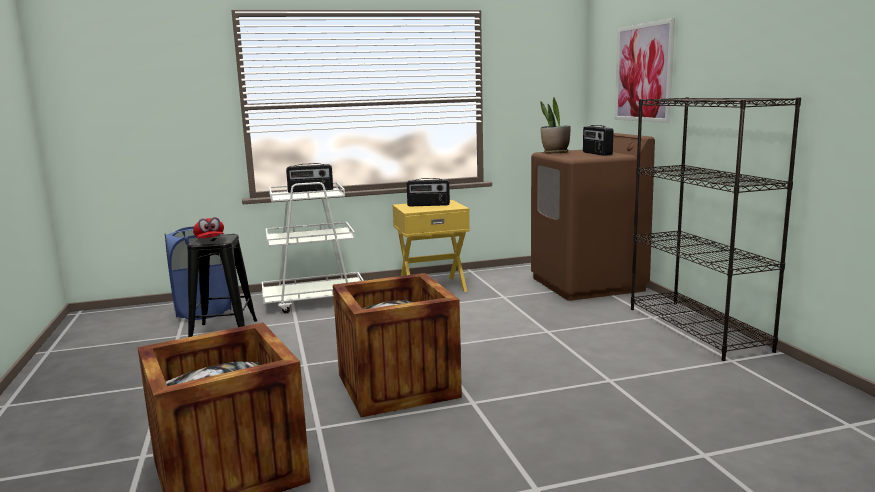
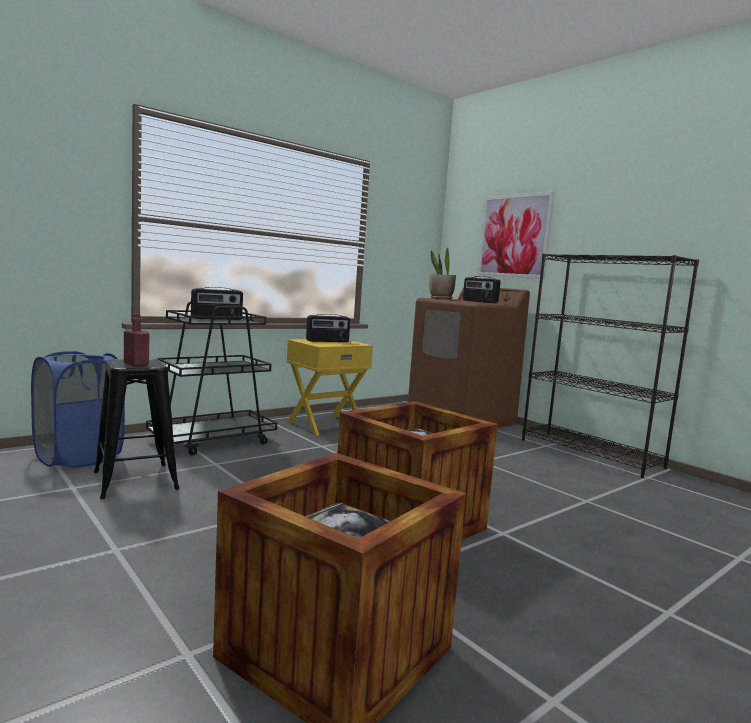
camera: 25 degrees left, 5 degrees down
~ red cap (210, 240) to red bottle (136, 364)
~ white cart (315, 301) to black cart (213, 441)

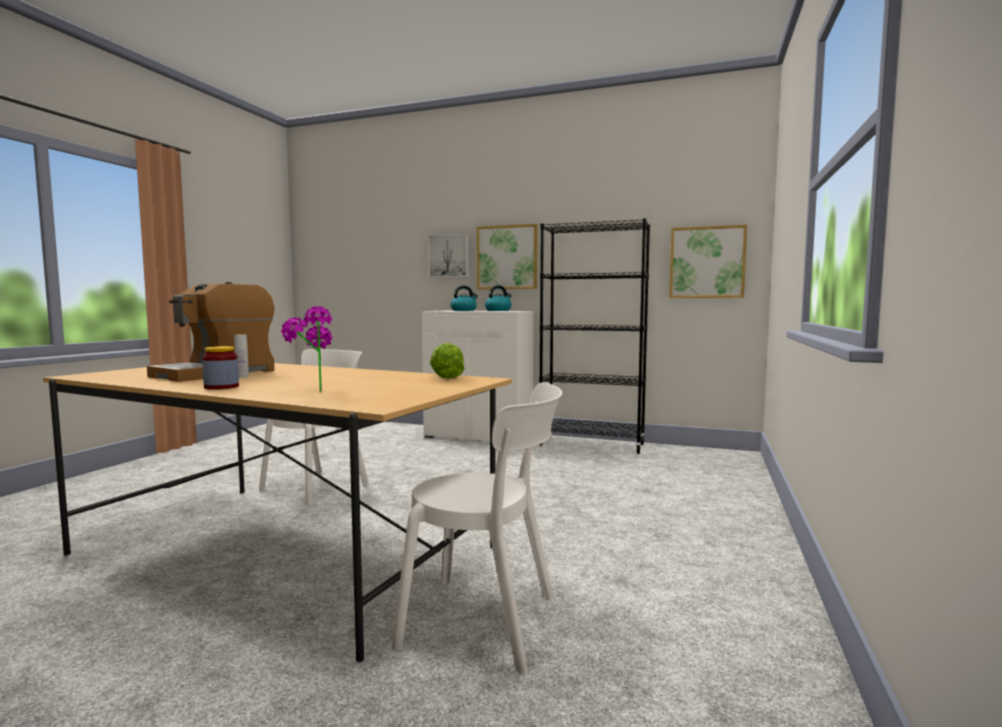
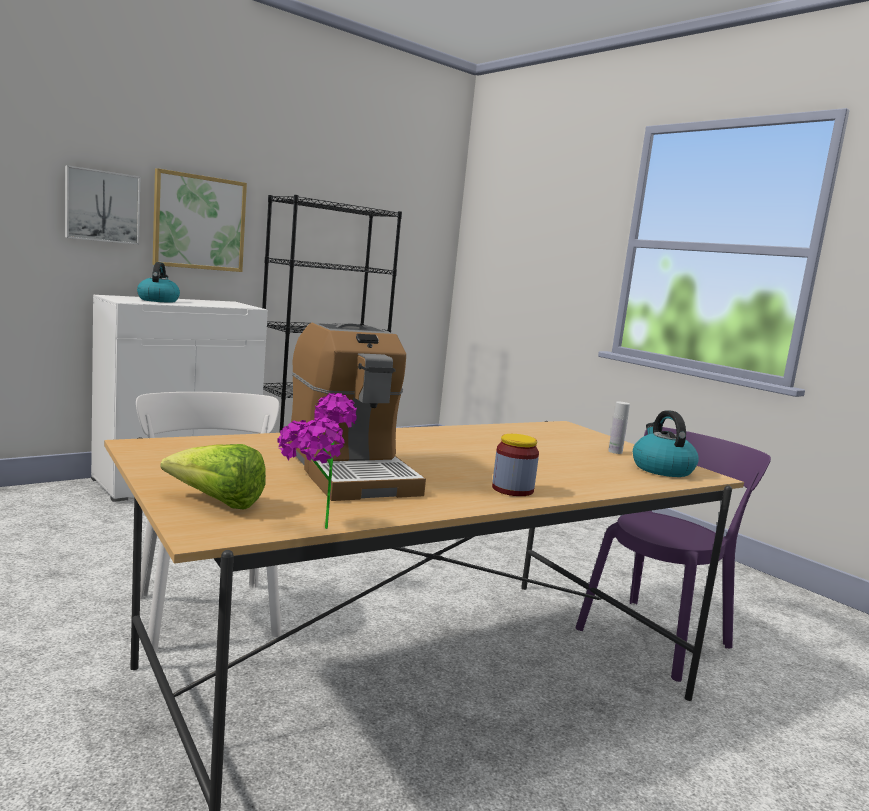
camera: 60 degrees left, 5 degrees up
~ lettuce (445, 377) to (218, 503)
~ potted plant (311, 390) to (311, 531)
~ white chair (487, 622) to purple chair (657, 635)
~ white bottle (242, 377) to (615, 452)
~ kettle (498, 310) to (661, 469)
- picture (707, 262)

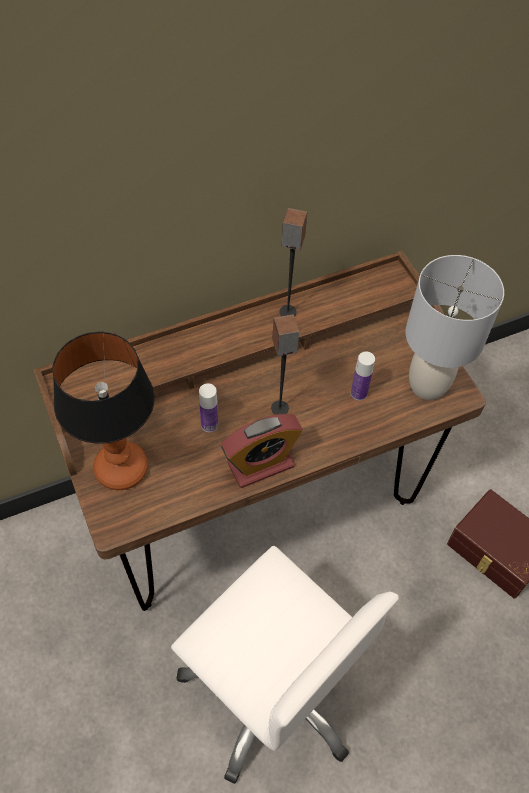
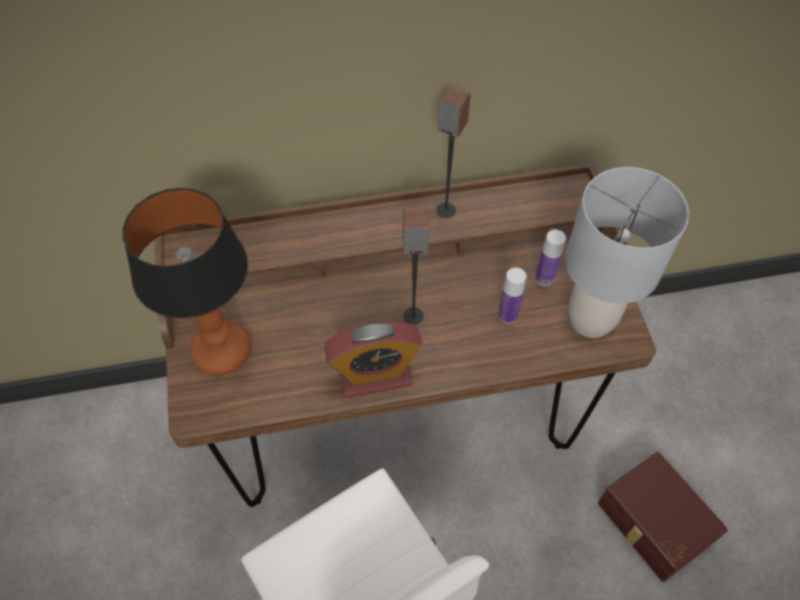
camera: 15 degrees right, 0 degrees up
~ bottle (209, 424) to (544, 278)

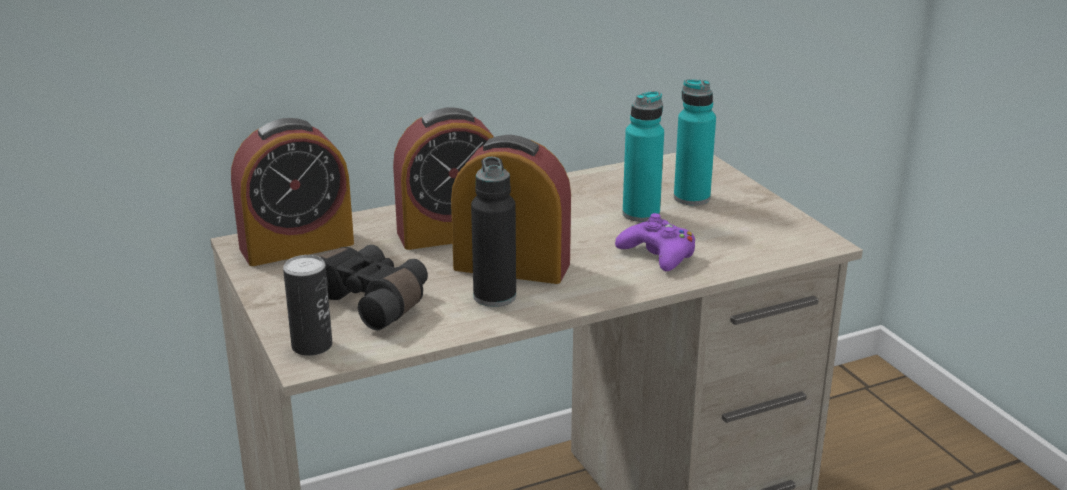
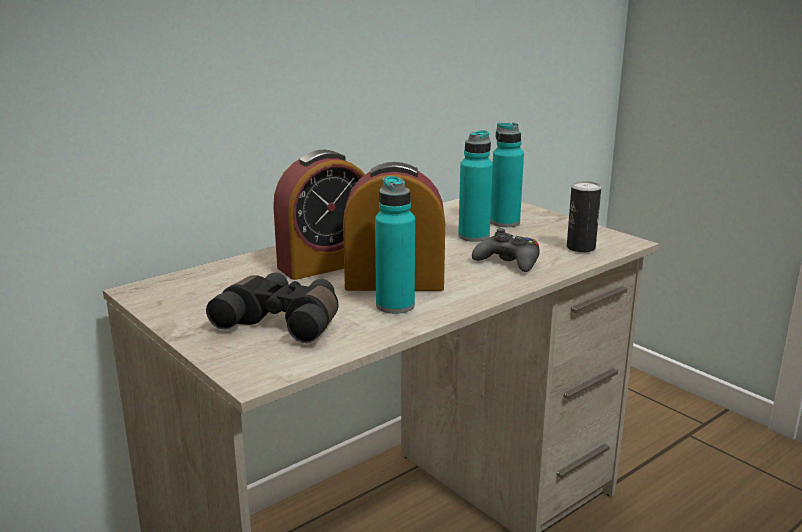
camera: 15 degrees left, 5 degrees down
~ black bottle (494, 296) to turquoise bottle (395, 306)
~ purple game controller (658, 254) to black game controller (508, 262)
~ can (312, 346) to (580, 248)
- alarm clock (297, 246)

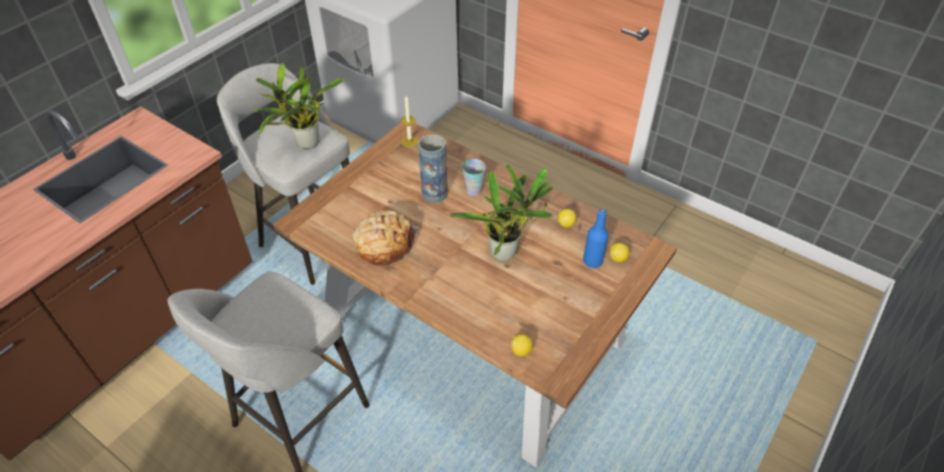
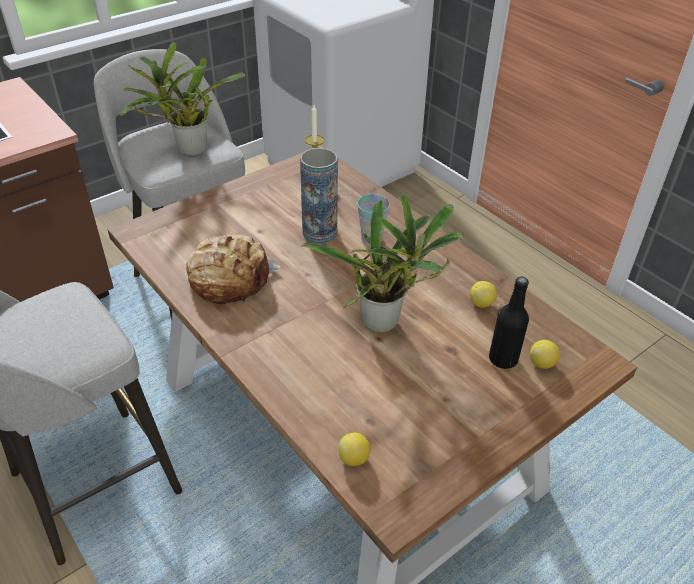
camera: 15 degrees right, 5 degrees down
~ blue bottle (592, 261) to black bottle (503, 359)

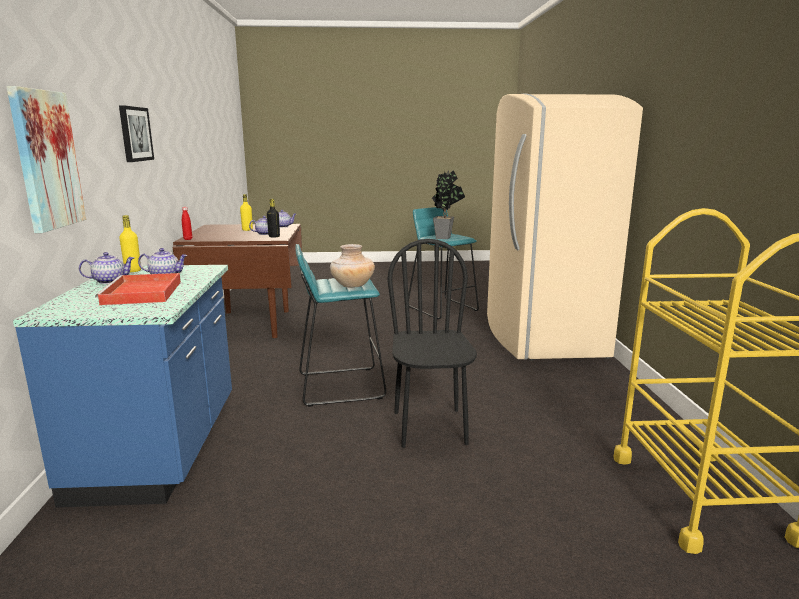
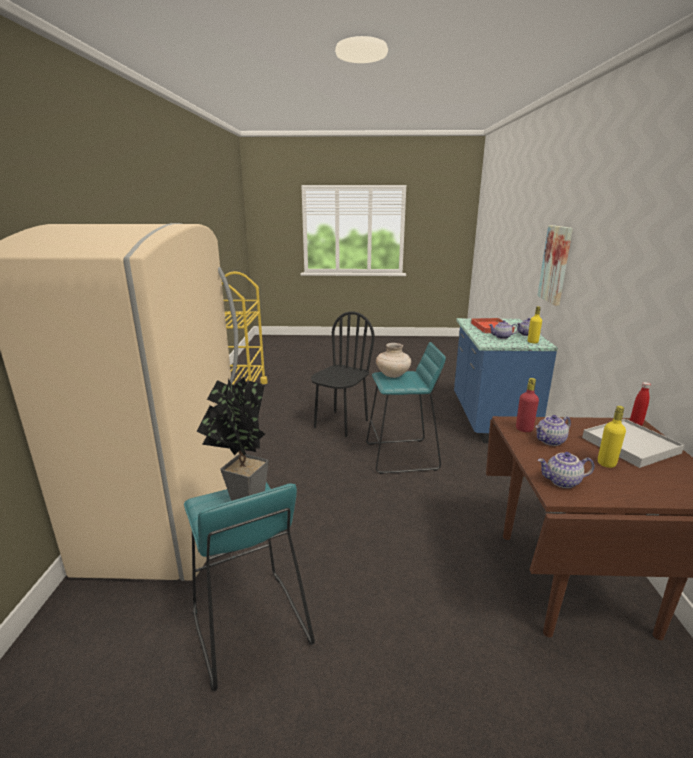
camera: 175 degrees left, 5 degrees up
~ black chair (430, 427) = (340, 424) 150 degrees counterclockwise
~ black bottle (274, 236) to red bottle (524, 429)
+ white tray (630, 445)
- picture (135, 134)

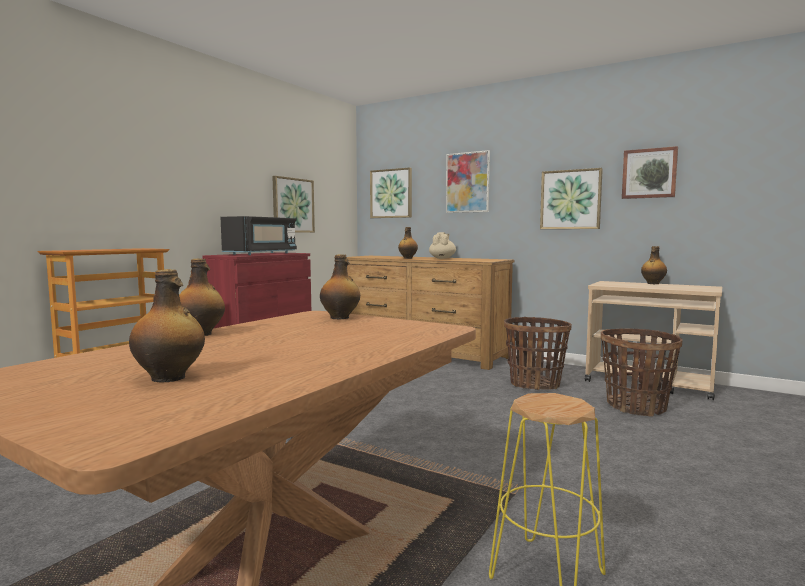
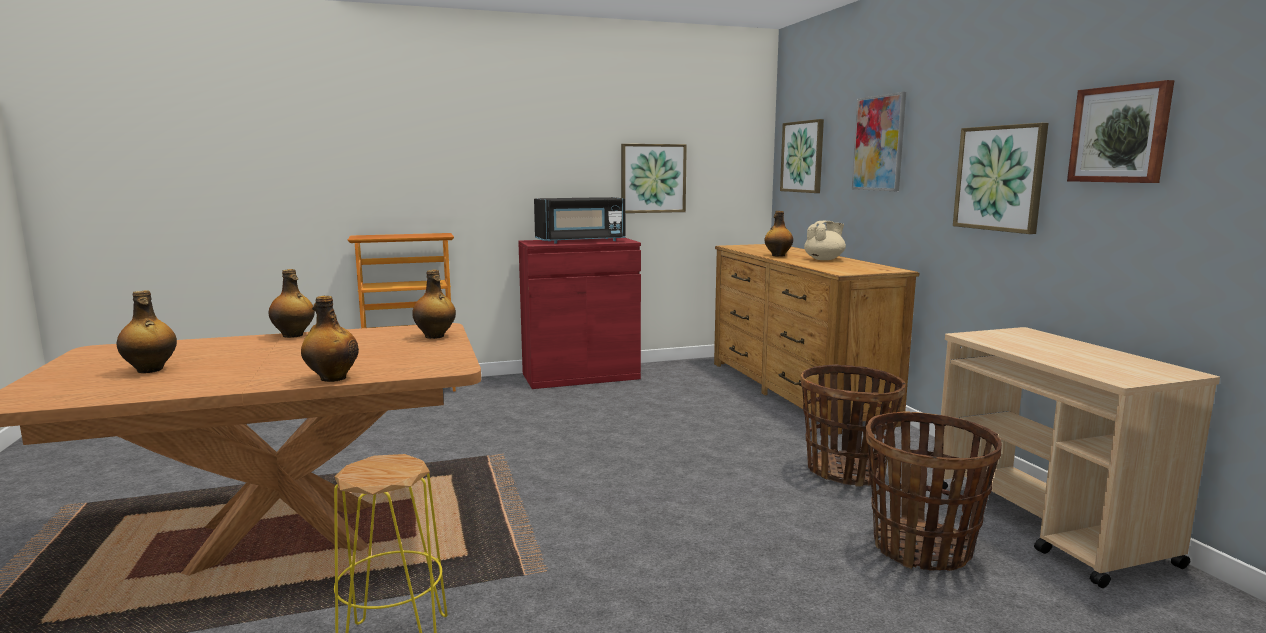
camera: 40 degrees right, 5 degrees up
~ bottle (652, 283) to (332, 378)

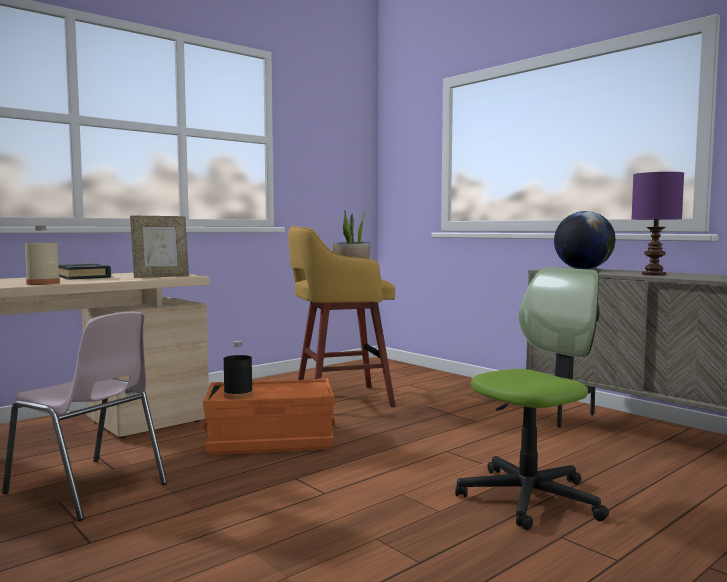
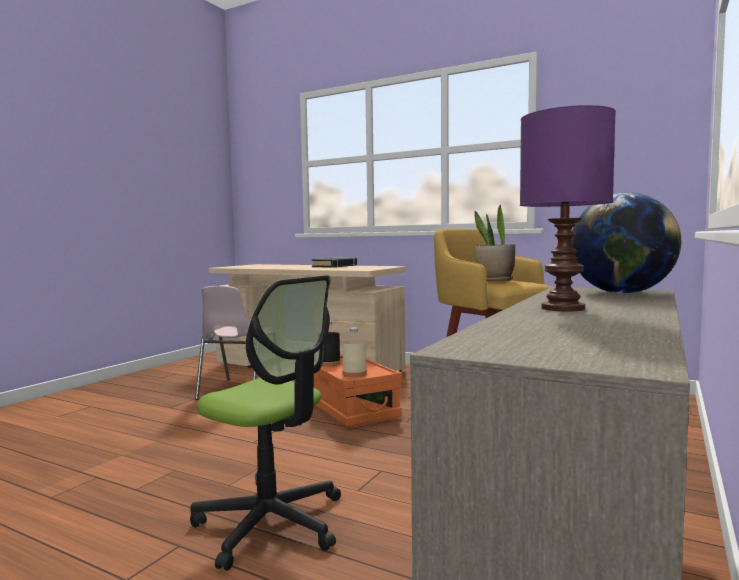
camera: 70 degrees right, 0 degrees up
~ beige bottle (43, 283) to (354, 374)
- picture frame (161, 276)

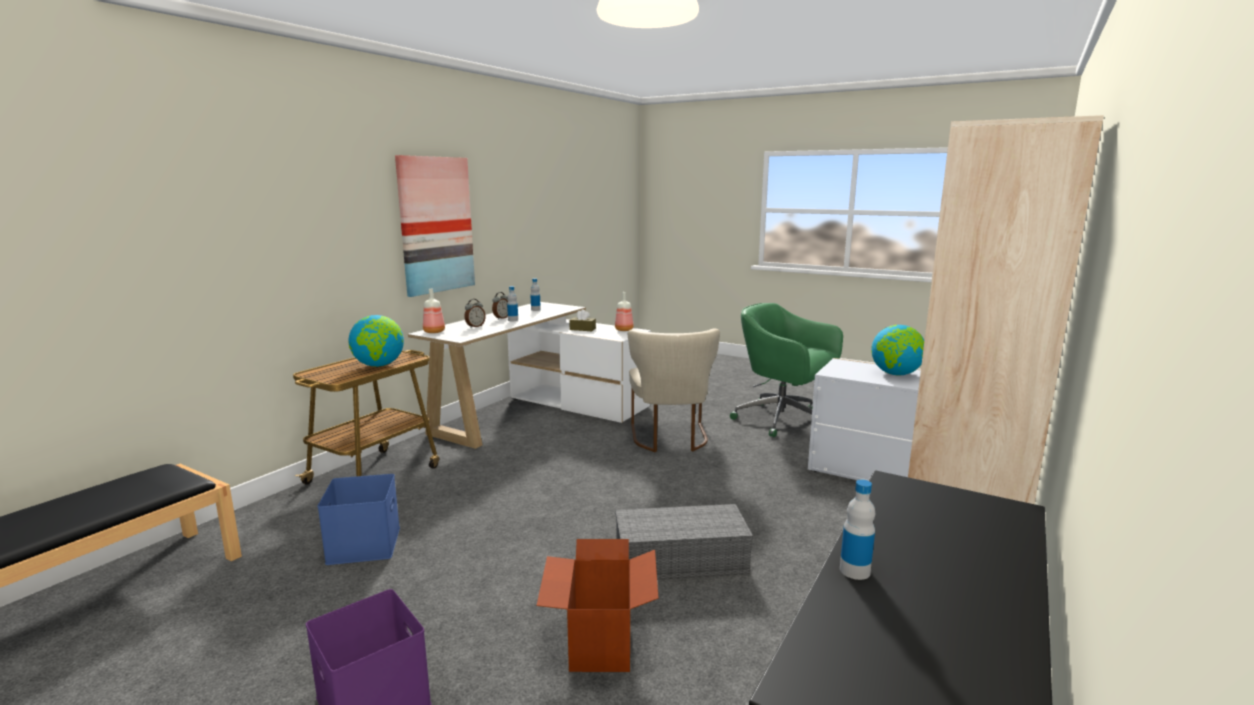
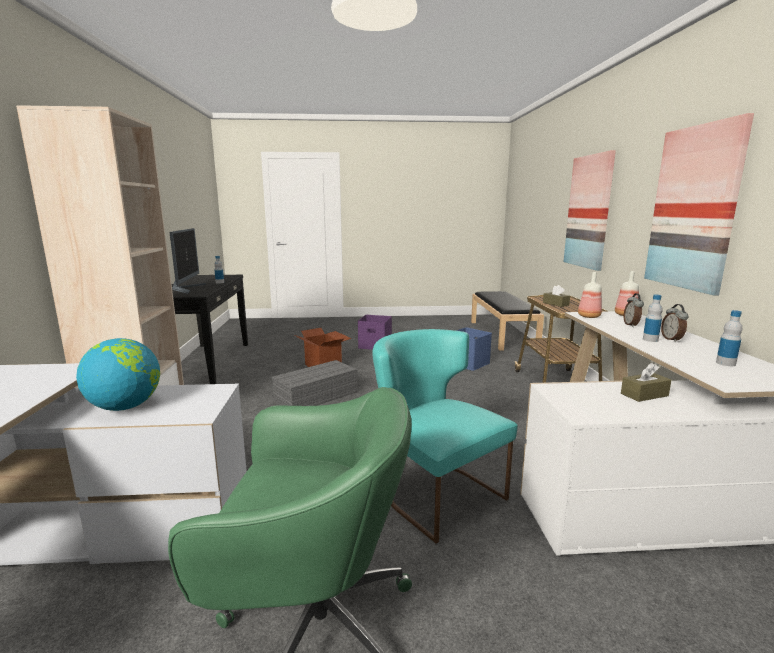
camera: 145 degrees right, 0 degrees up
+ monitor (186, 289)
~ beige chair (670, 439) to turquoise chair (434, 492)
~ globe (379, 365) to brown tissue box (555, 304)
+ picture (589, 212)
~ bottle (624, 330) to (588, 316)

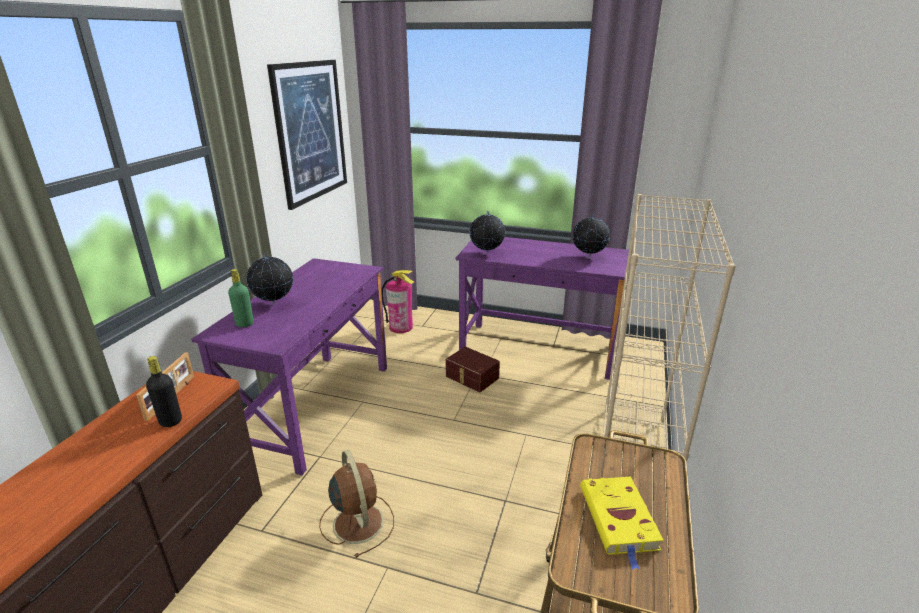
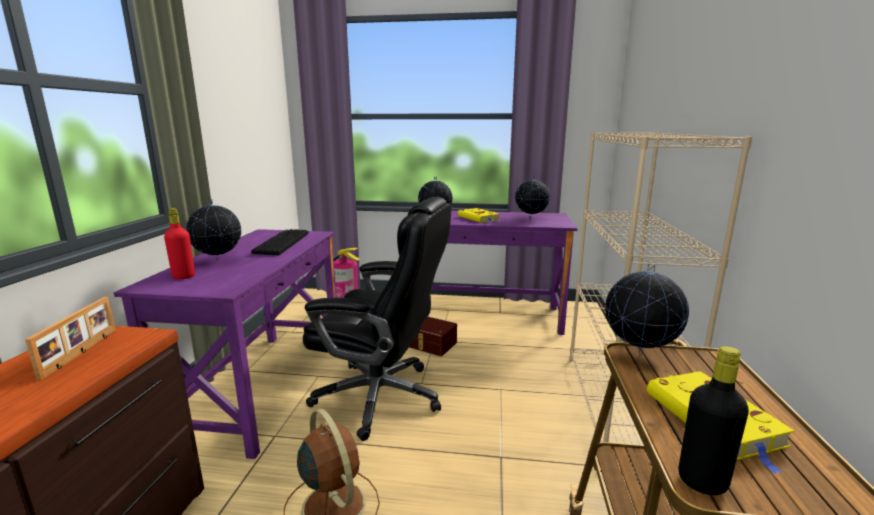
camera: 10 degrees left, 10 degrees down
~ green bottle (245, 324) to red bottle (184, 277)
+ keyboard (281, 243)
+ black office chair (381, 397)
+ yellow book (479, 218)
+ globe (638, 353)
~ black bottle (170, 421) to (702, 481)
- picture (311, 132)

